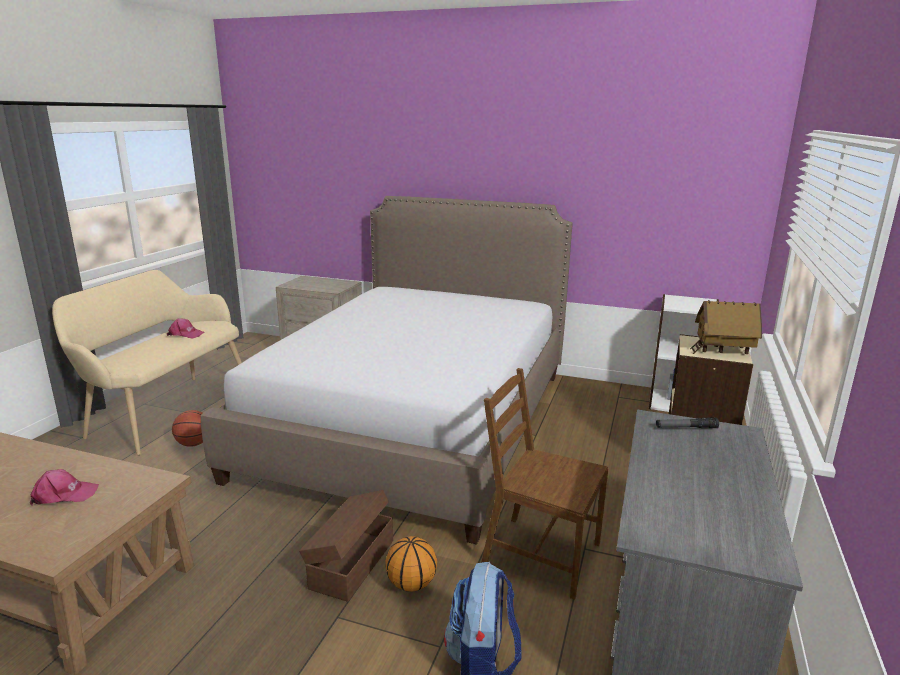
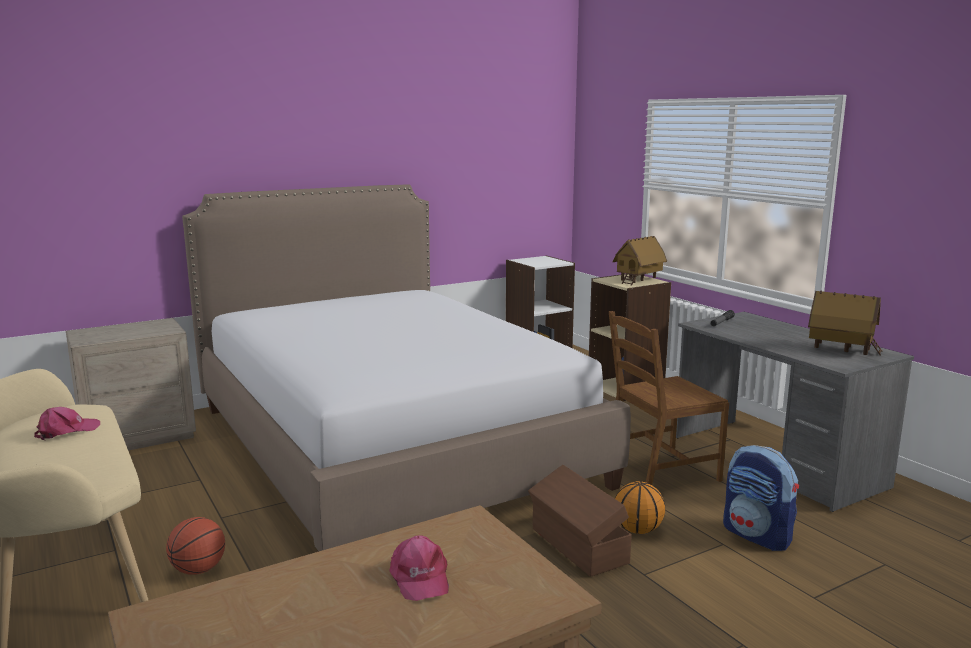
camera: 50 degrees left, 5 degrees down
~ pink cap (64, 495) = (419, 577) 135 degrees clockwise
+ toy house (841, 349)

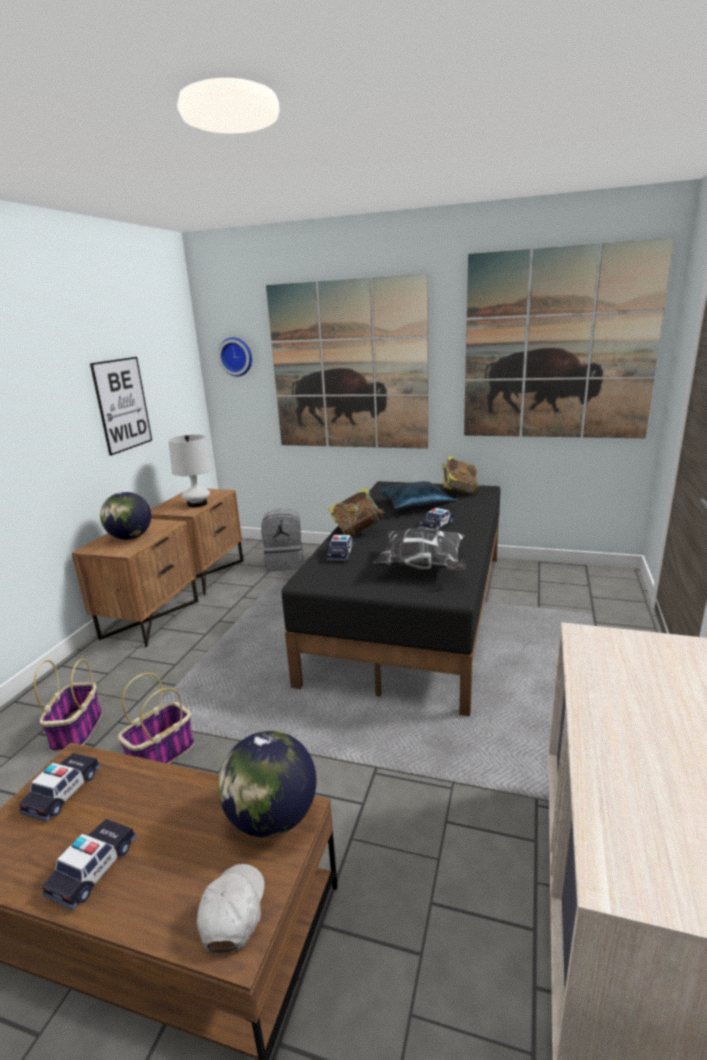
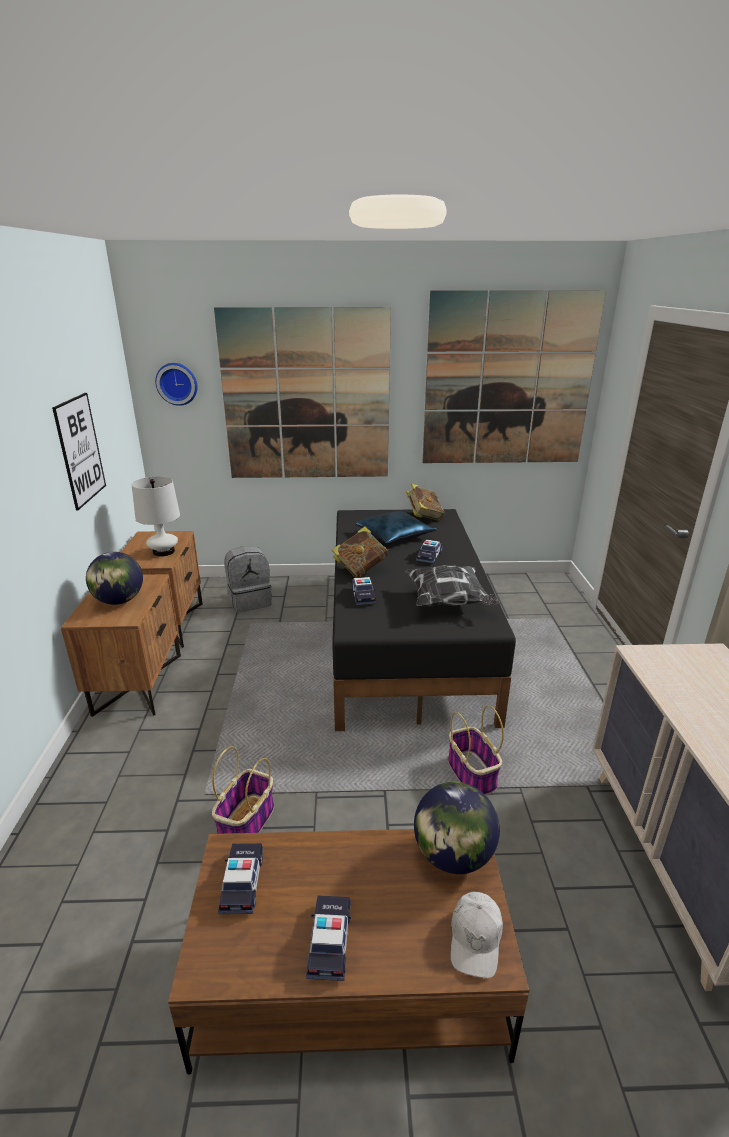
camera: 20 degrees left, 5 degrees up
~ basket (77, 731) to (472, 775)
~ white cap (232, 912) = (475, 939) 150 degrees counterclockwise

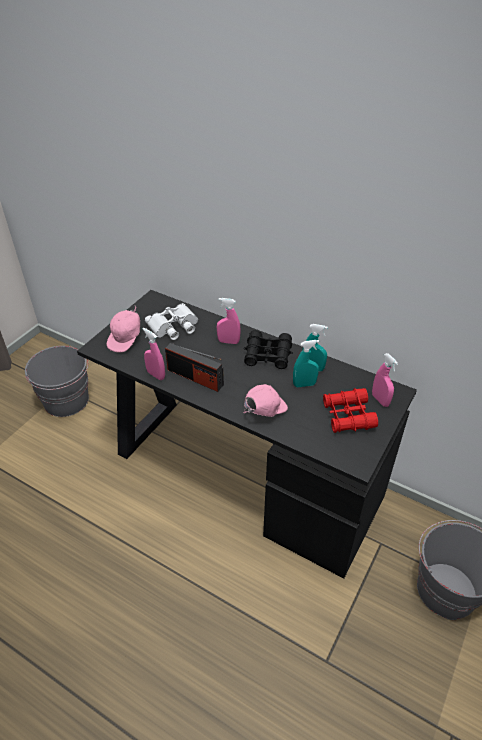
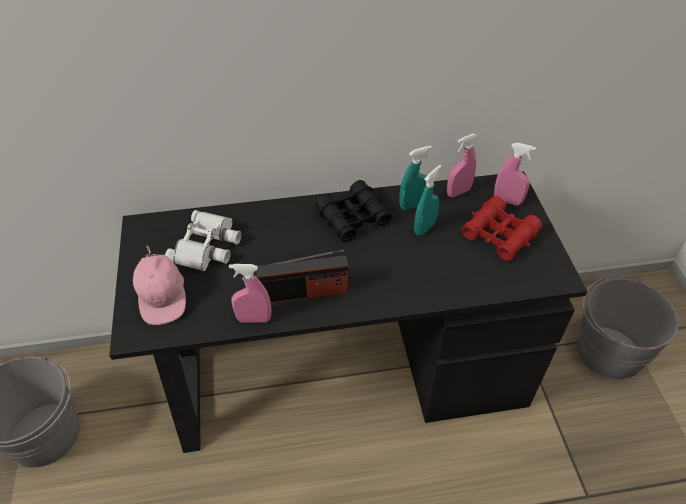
camera: 40 degrees left, 5 degrees up
~ pink spray bottle (228, 342) to (458, 192)
- pink cap (264, 410)

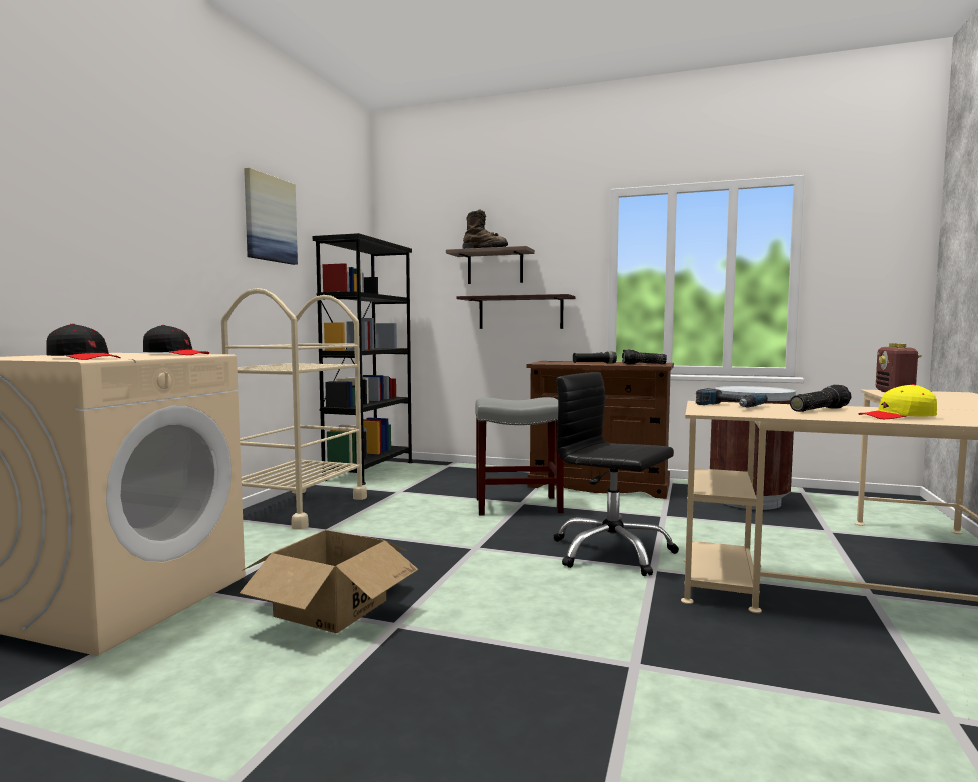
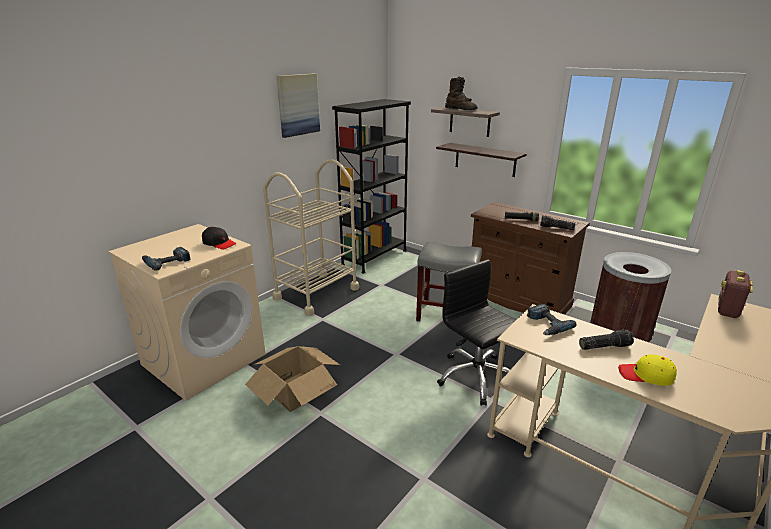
camera: 20 degrees right, 20 degrees up
~ black cap (84, 358) to power drill (166, 262)

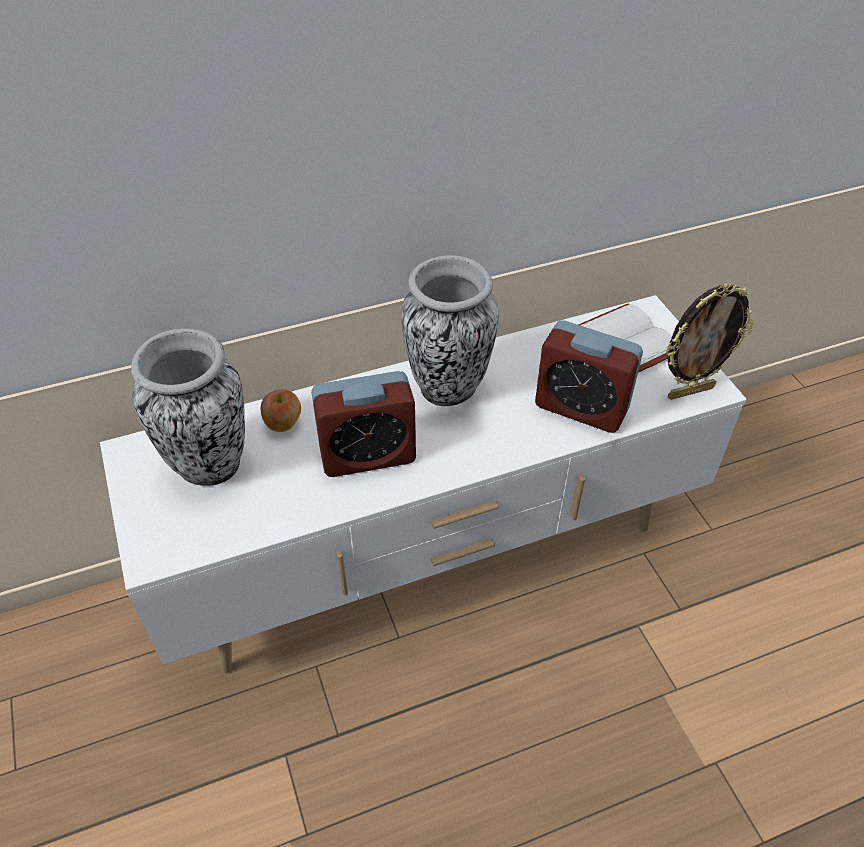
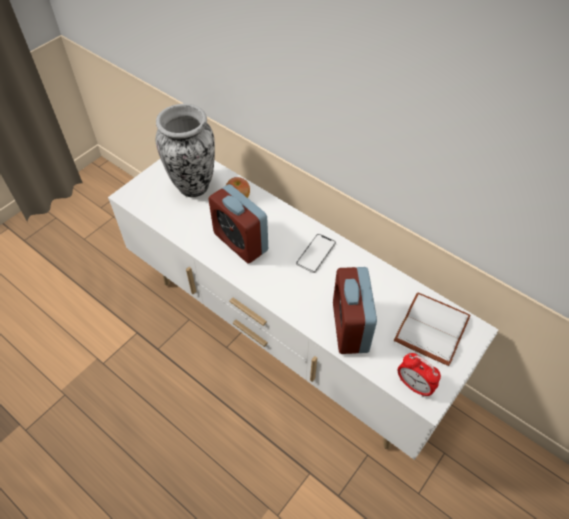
camera: 60 degrees right, 5 degrees up
~ vase (447, 388) to phone (316, 253)
~ picture frame (690, 391) to alarm clock (414, 385)

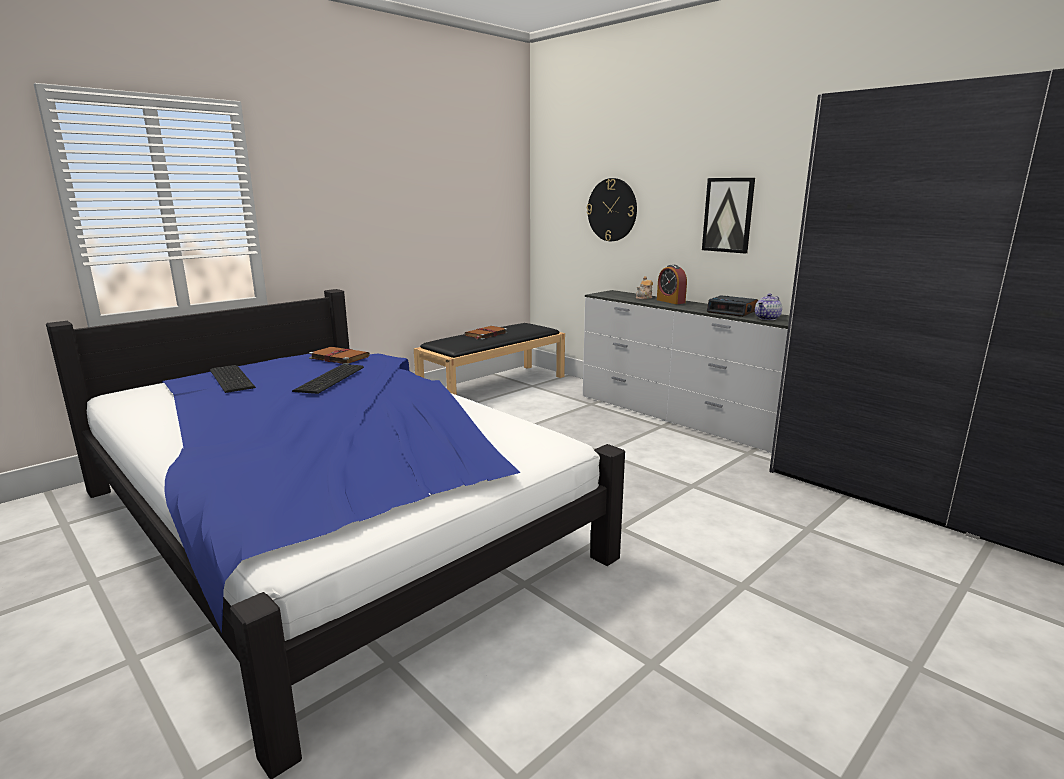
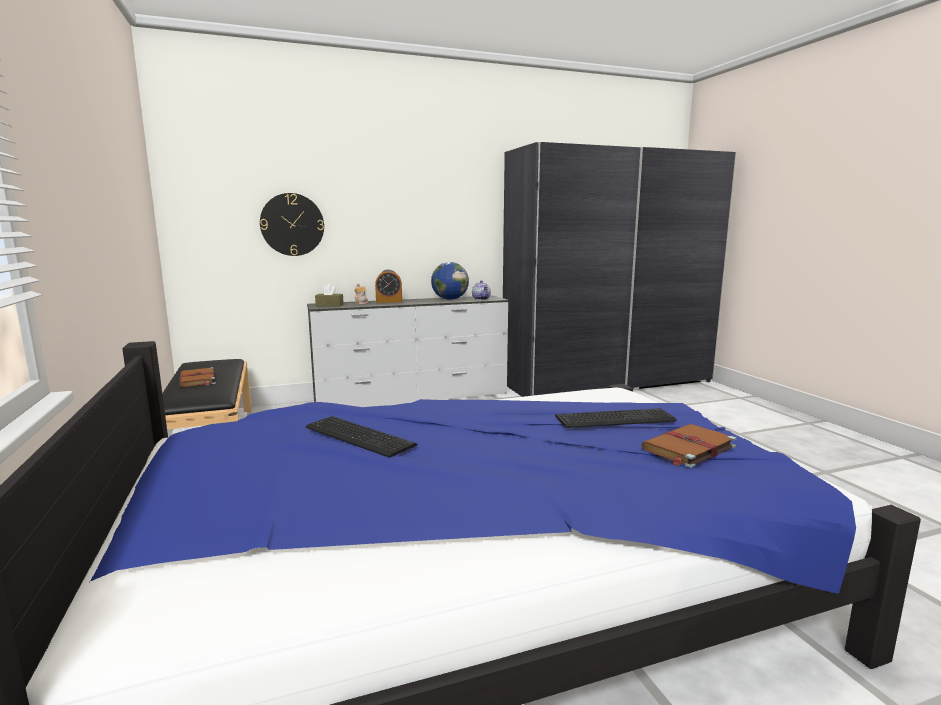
camera: 65 degrees left, 5 degrees down
+ brown tissue box (329, 305)
~ alarm clock (732, 311) to globe (450, 299)
~ keyboard (233, 378) to (612, 418)
~ brown book (338, 357) to (687, 448)
- picture (728, 215)

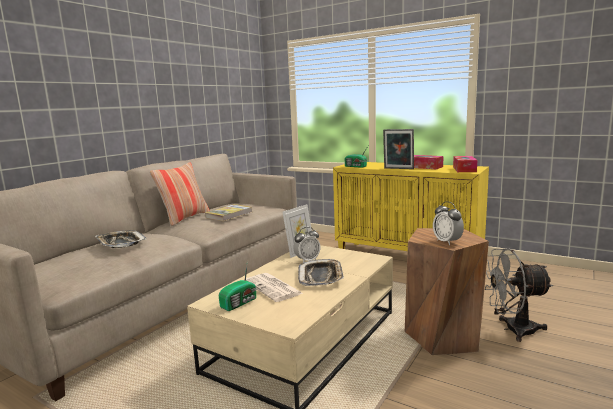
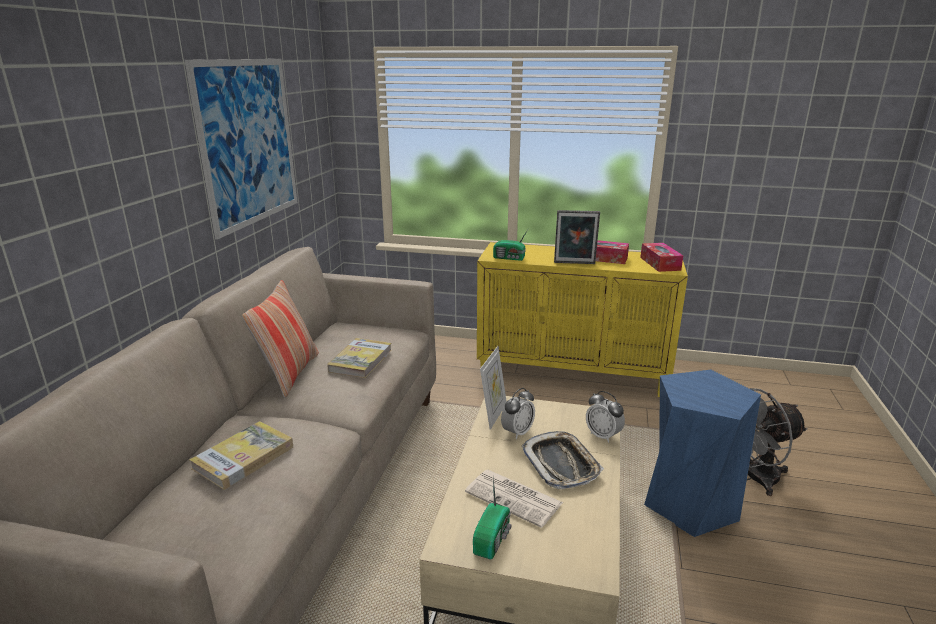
camera: 20 degrees left, 10 degrees up
+ picture (249, 143)
~ tray (121, 243) to book (243, 457)
~ alarm clock (447, 242) to (603, 435)
~ brown stool (443, 336) to blue stool (689, 503)

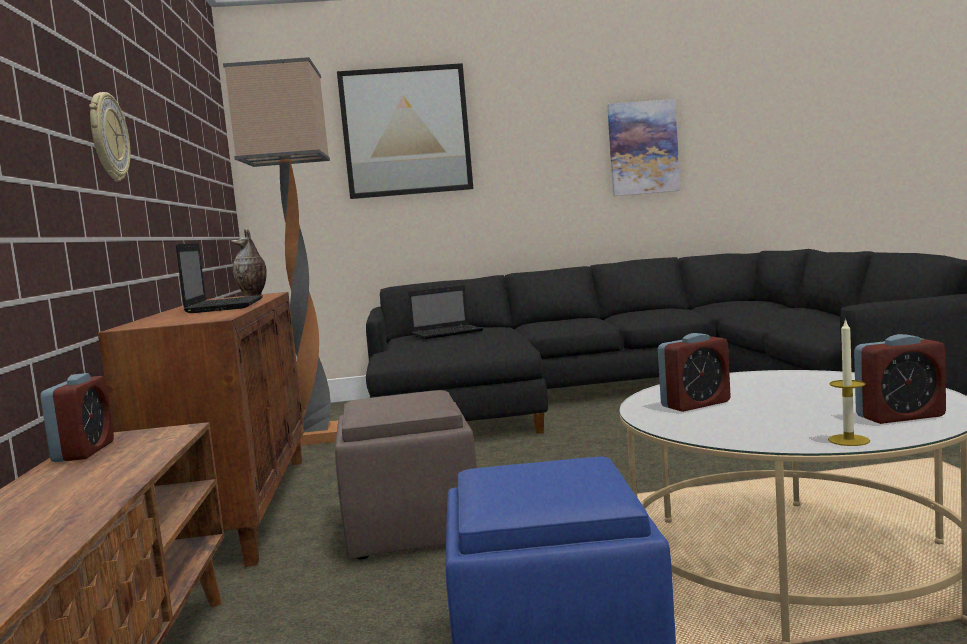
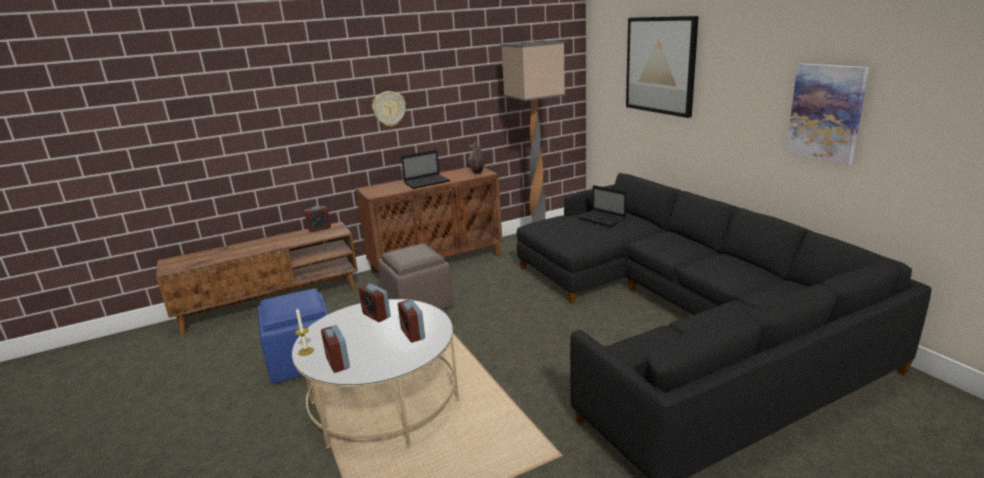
camera: 70 degrees right, 15 degrees up
+ alarm clock (413, 334)

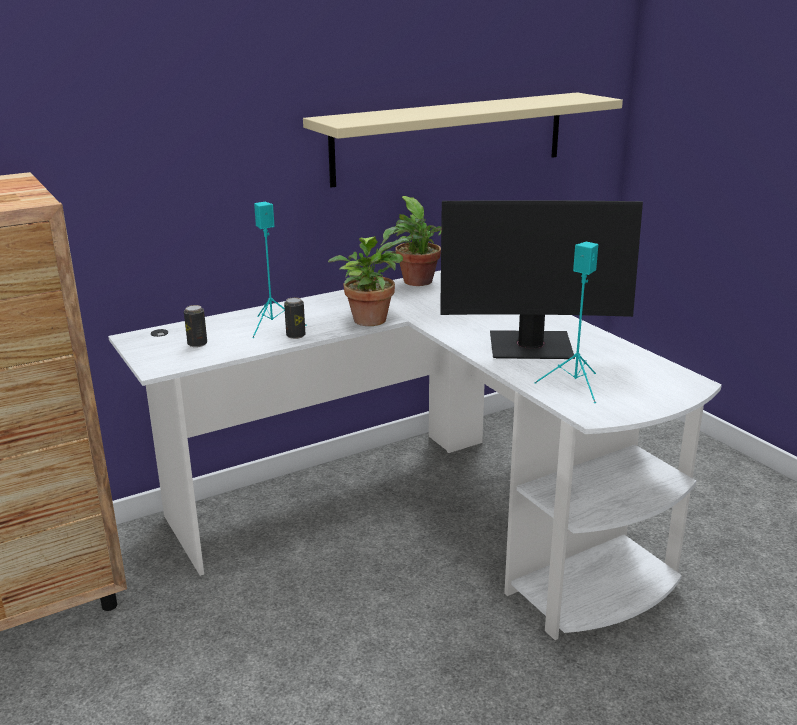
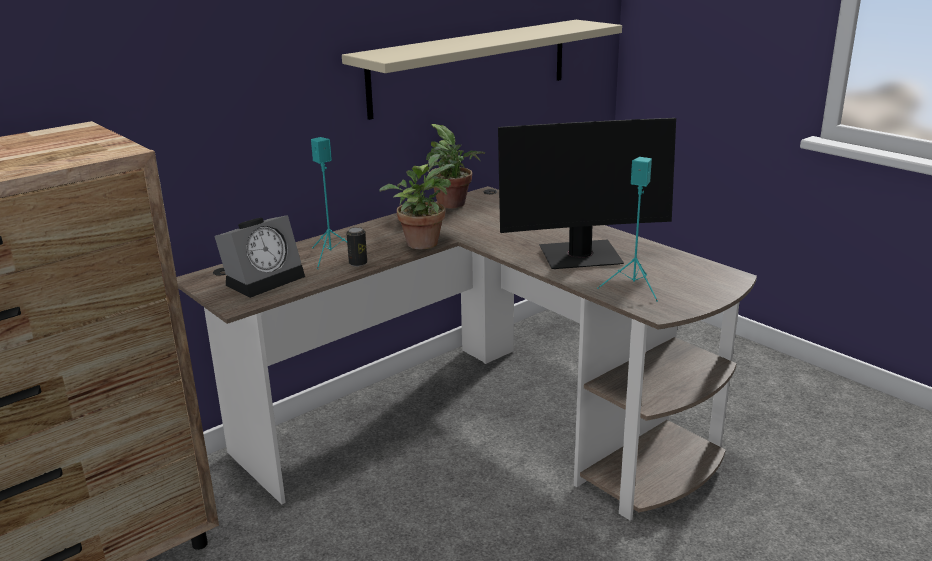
camera: 10 degrees left, 0 degrees up
~ white desk (424, 517) to brown desk (480, 425)
~ can (197, 344) to alarm clock (265, 279)

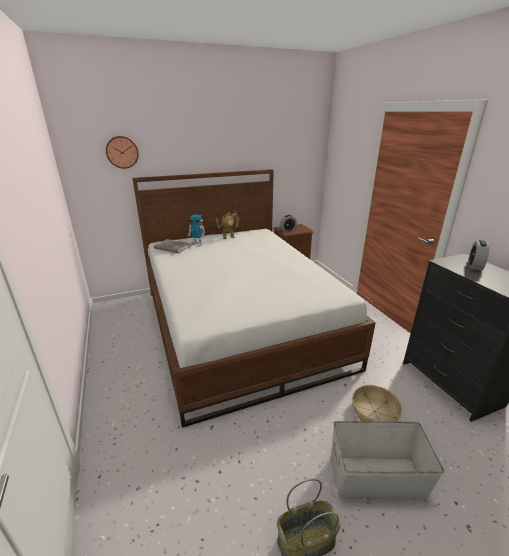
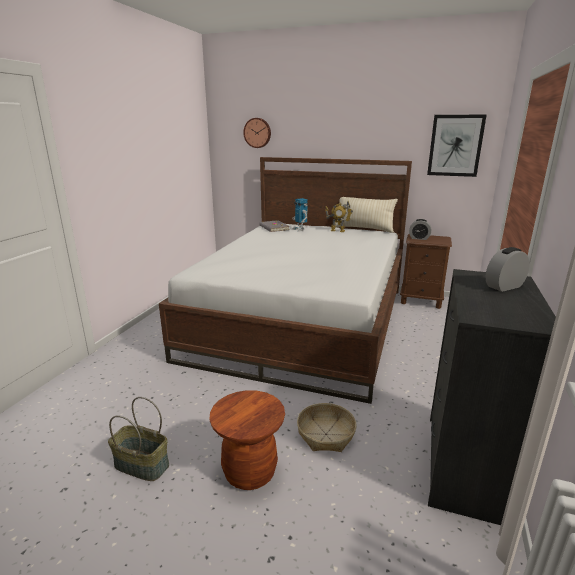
camera: 40 degrees right, 5 degrees down
~ grey storage box (377, 477) to brown stool (250, 472)
+ beige pillow (364, 229)
+ picture (455, 145)

